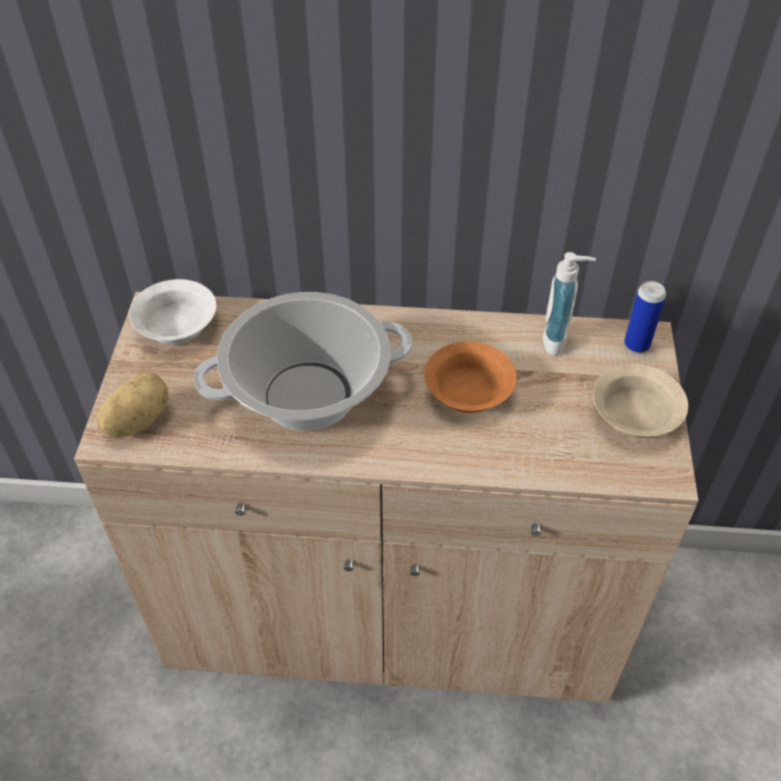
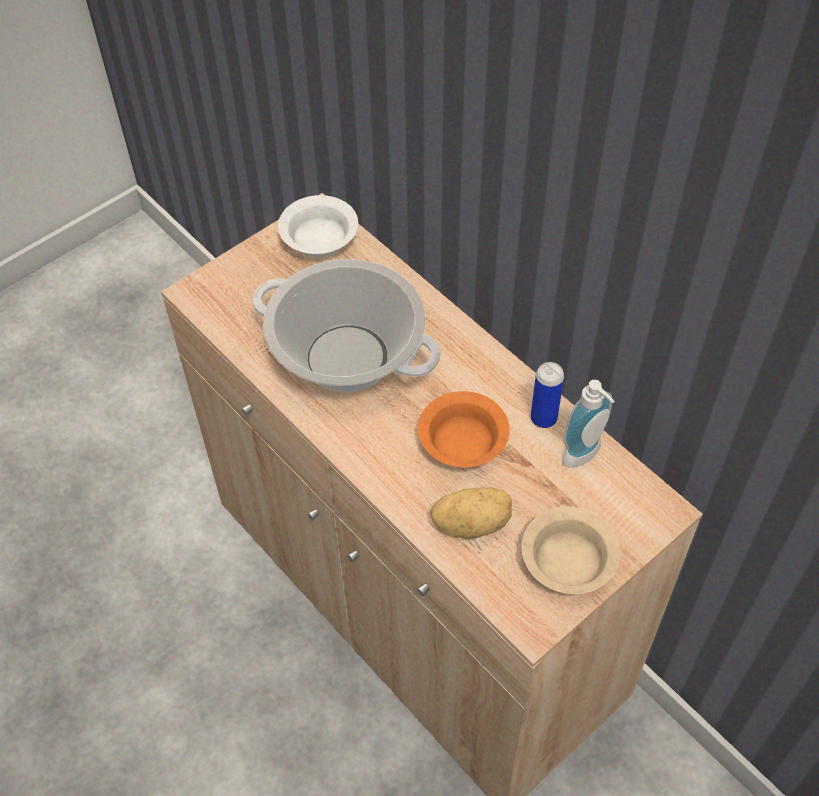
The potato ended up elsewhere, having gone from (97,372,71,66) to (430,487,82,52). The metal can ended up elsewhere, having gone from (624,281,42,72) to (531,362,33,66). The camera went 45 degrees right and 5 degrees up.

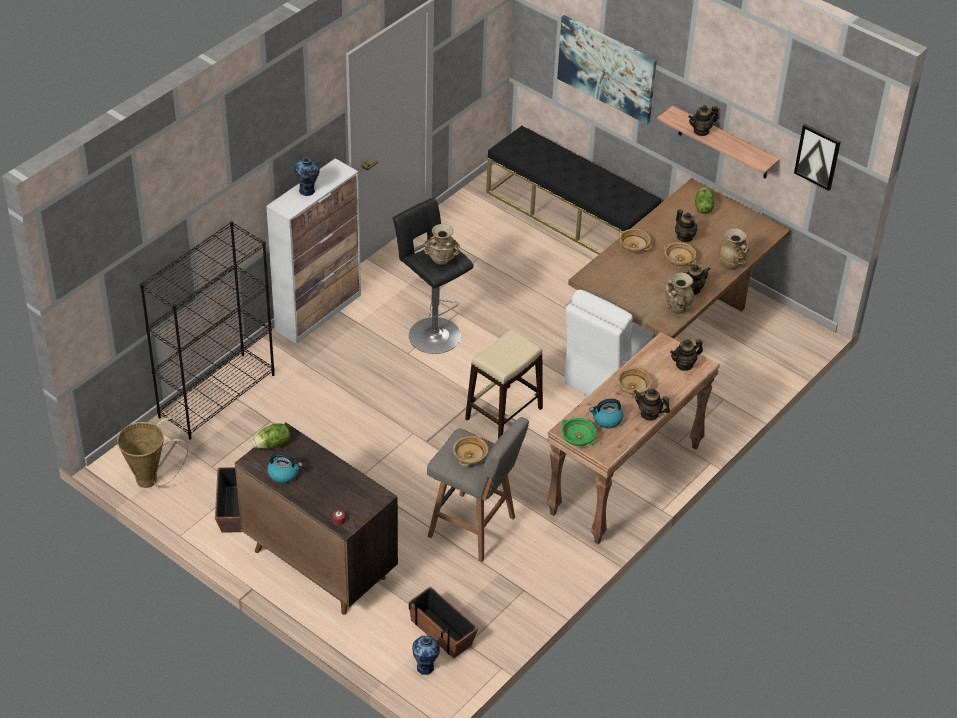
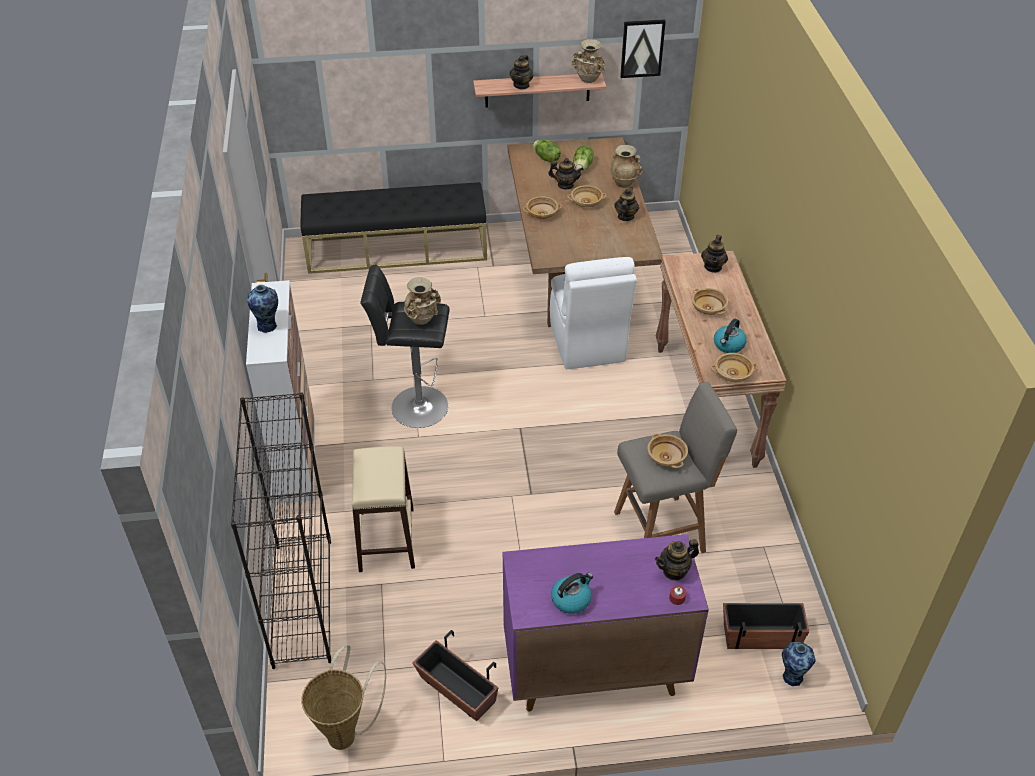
What was the brown-coloured storage cabinet at (235,423,163,192) turned into the purple-coloured storage cabinet at (502,534,207,177). The lettuce head ended up elsewhere, having gone from (252,423,38,26) to (573,146,21,25). The beige stool ended up elsewhere, having gone from (465,329,78,110) to (352,446,63,126). The second view lost the picture at (557,15,100,109). What was the greenish serving bowl at (561,418,36,28) turned into the beige serving bowl at (711,353,47,29). The pot for tea ended up elsewhere, having gone from (634,389,36,32) to (655,539,44,42). The beige decorative vase ended up elsewhere, having gone from (664,273,30,41) to (572,39,33,44). The camera went 45 degrees left and 0 degrees up.

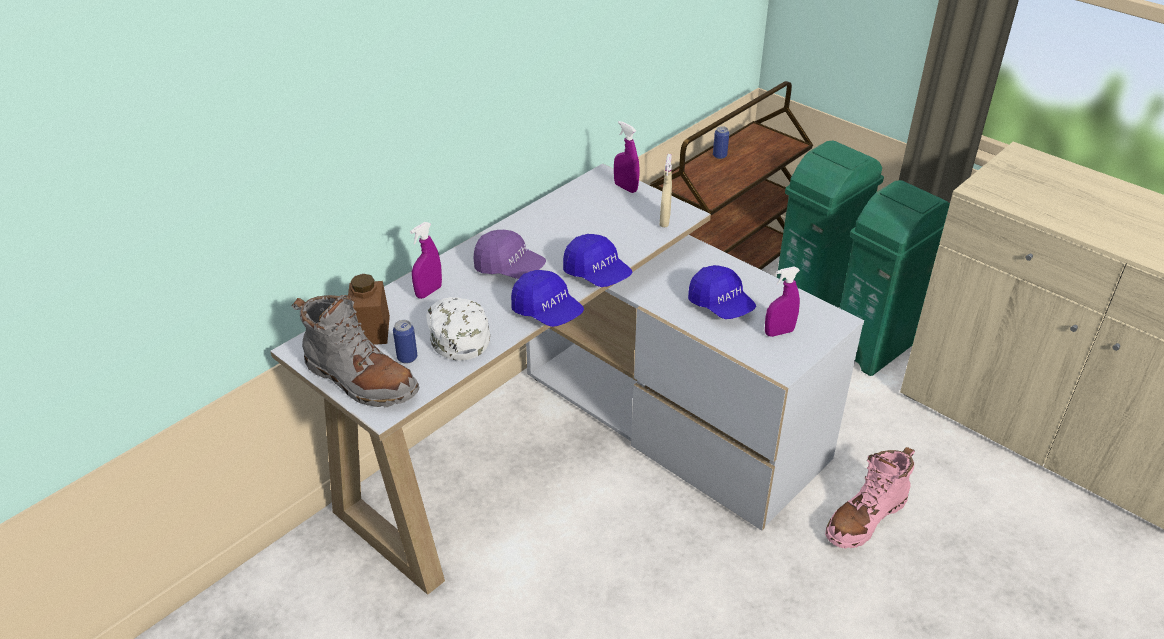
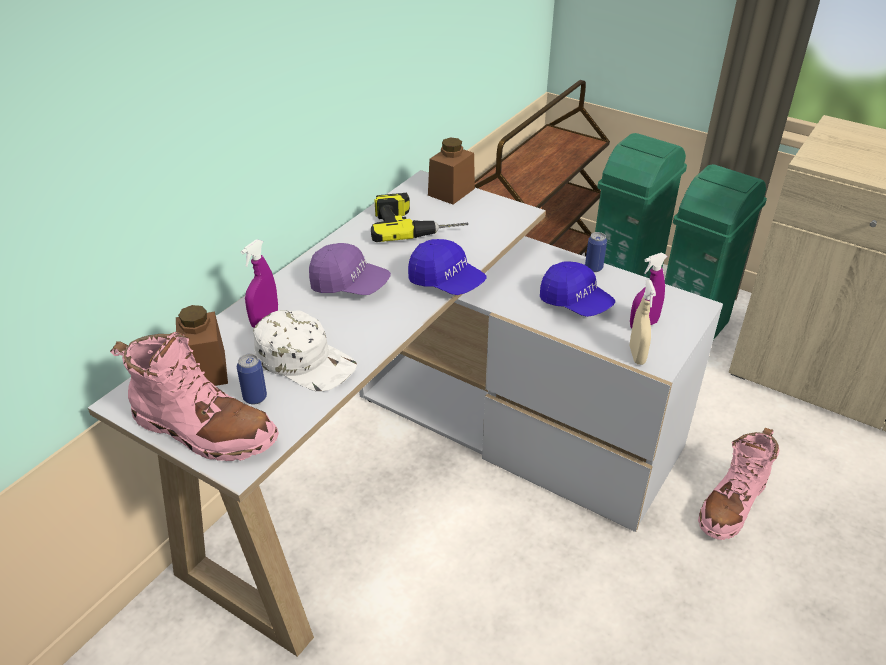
What was the gray tall boot at (291,295,128,112) turned into the pink-coloured tall boot at (110,332,169,129). The white baseball cap at (426,297,64,63) ended up facing another way, 150 degrees clockwise from before. The second view lost the blue-coloured baseball cap at (511,270,73,57). Where the purple-coloured hand sprayer stood at (614,121,25,72), the brown-coloured storage jar came to stand at (428,138,47,66). The beige hand sprayer ended up elsewhere, having gone from (660,154,12,73) to (630,280,26,85). The metal can ended up elsewhere, having gone from (713,126,16,33) to (585,232,22,40). The second view gained the drill at (371,193,98,49). The camera went 10 degrees left and 0 degrees up.

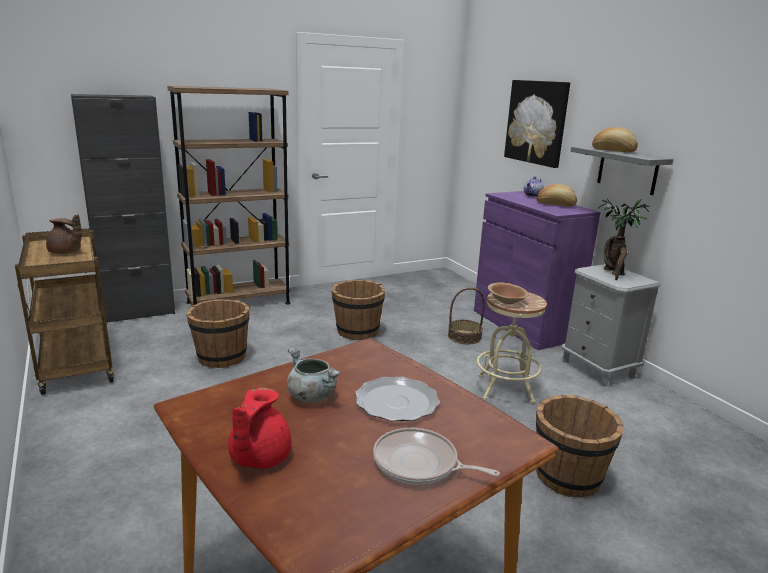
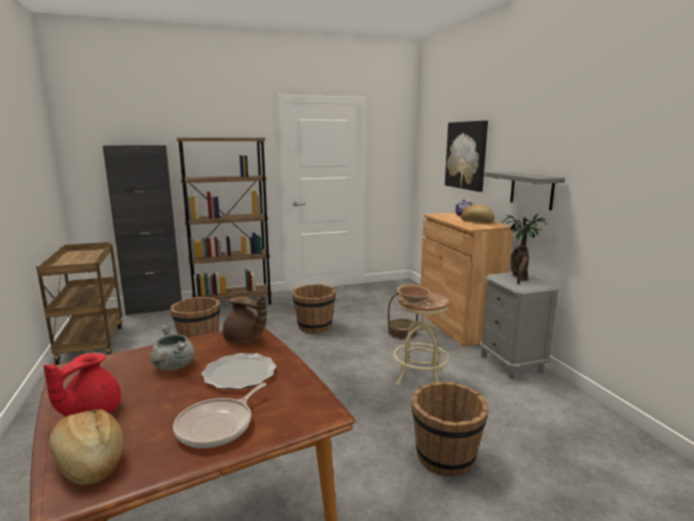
The brown-coloured pot for tea ended up elsewhere, having gone from (46,215,36,39) to (223,294,44,50). The frying pan at (373,428,127,56) ended up facing another way, 90 degrees counterclockwise from before. What was the purple-coloured storage cabinet at (474,191,126,159) turned into the brown-coloured storage cabinet at (421,213,92,133). The baked bread ended up elsewhere, having gone from (592,127,46,26) to (48,409,76,76). The camera went 10 degrees right and 5 degrees down.

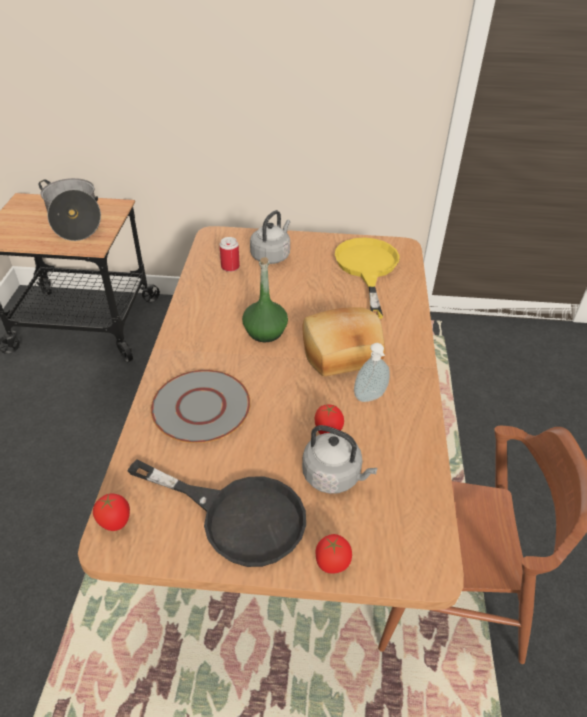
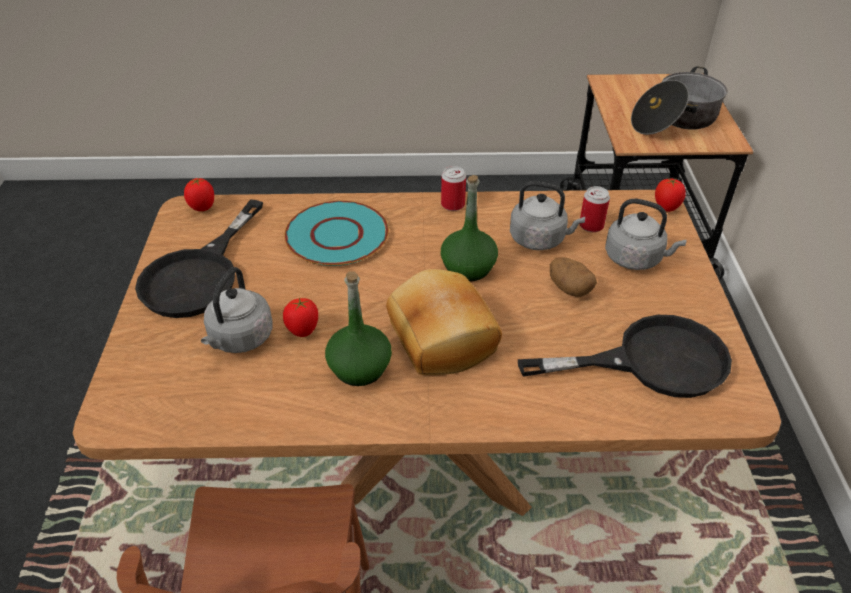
What was the gray dinner plate at (151,370,100,73) turned into the turquoise-coloured dinner plate at (284,201,105,65). The whole tomato ended up elsewhere, having gone from (316,534,36,40) to (655,178,31,34). What was the yellow-coloured frying pan at (335,238,65,81) turned into the blackish frying pan at (518,315,214,83). Where the liquid soap bottle stood at (354,343,36,59), the greenish beverage bottle came to stand at (325,271,67,115). The second view gained the metal can at (441,166,25,45). The second view gained the gray water kettle at (510,181,75,69). The second view gained the potato at (550,257,47,40). The camera went 85 degrees right and 0 degrees up.

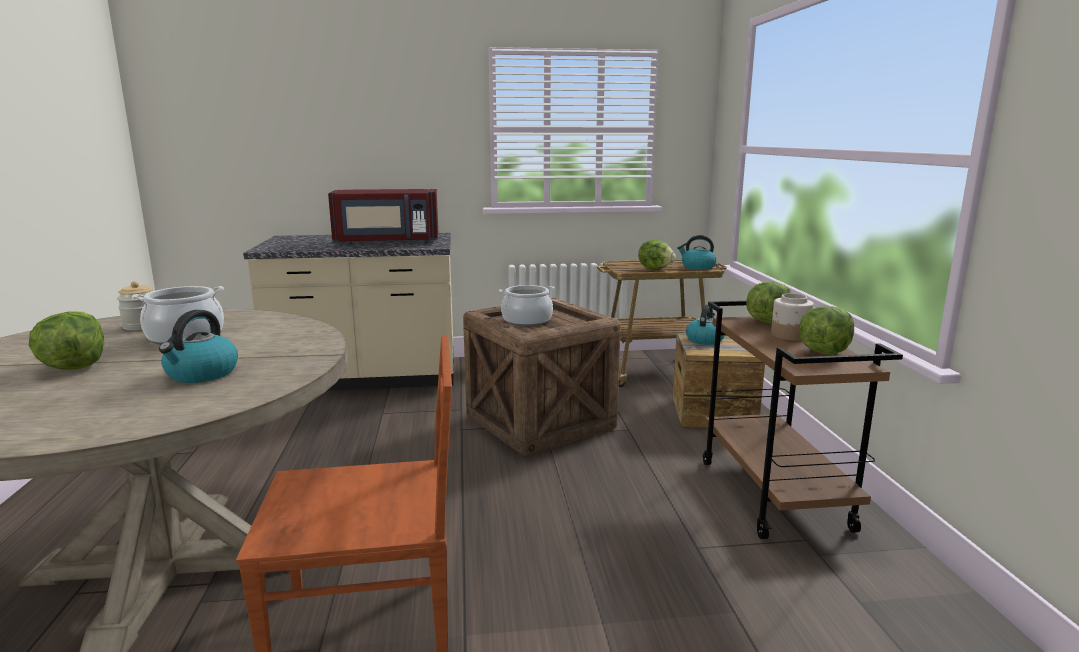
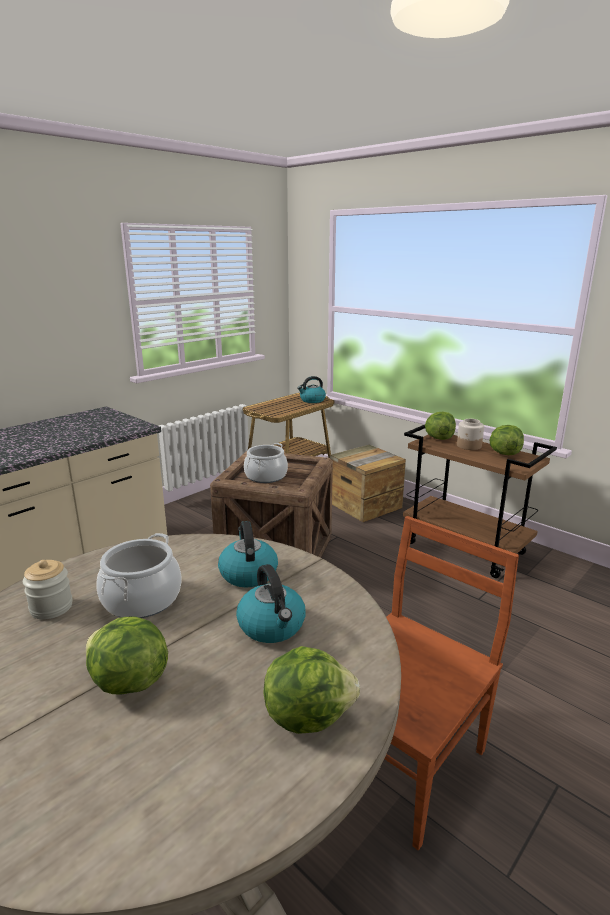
The second view lost the reddish microwave oven at (328,189,111,56). The lettuce head ended up elsewhere, having gone from (638,240,38,29) to (263,646,97,88). The water kettle ended up elsewhere, having gone from (686,305,39,40) to (218,521,60,67). The camera went 40 degrees left and 5 degrees up.

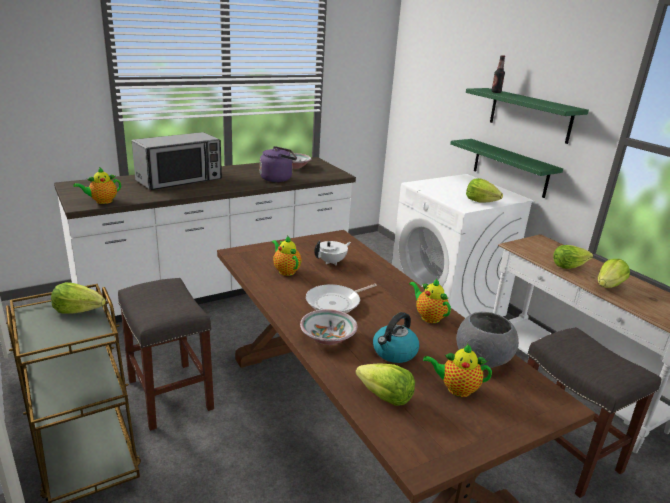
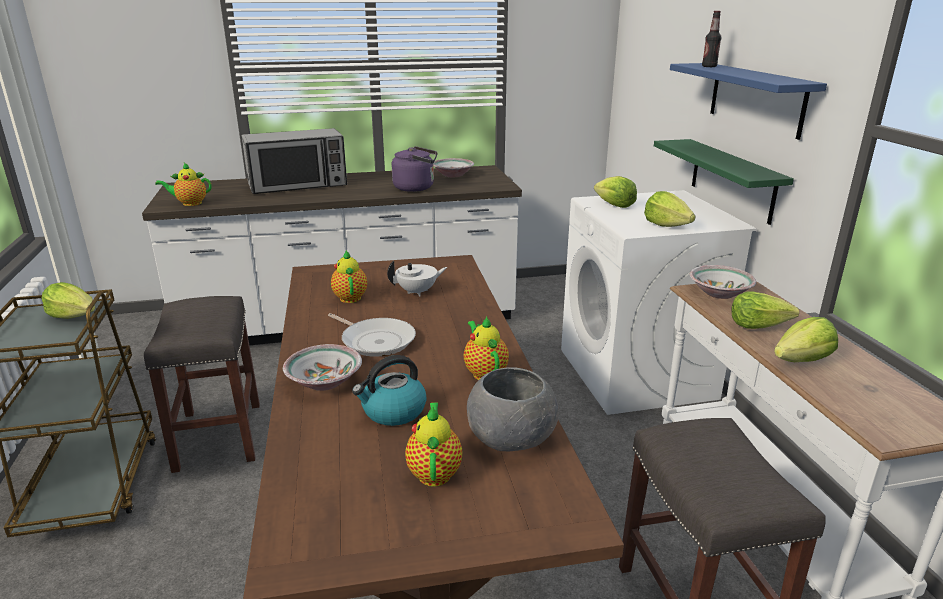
The frying pan at (306,284,71,29) ended up facing another way, 120 degrees counterclockwise from before. The lettuce head ended up elsewhere, having gone from (355,363,60,43) to (594,176,43,32). The pot for tea at (423,344,69,53) ended up facing another way, 60 degrees clockwise from before. What was the greenish wall shelf at (466,88,123,56) turned into the blue-coloured wall shelf at (670,63,157,77). The second view gained the serving bowl at (690,265,66,34). The camera went 20 degrees right and 0 degrees up.

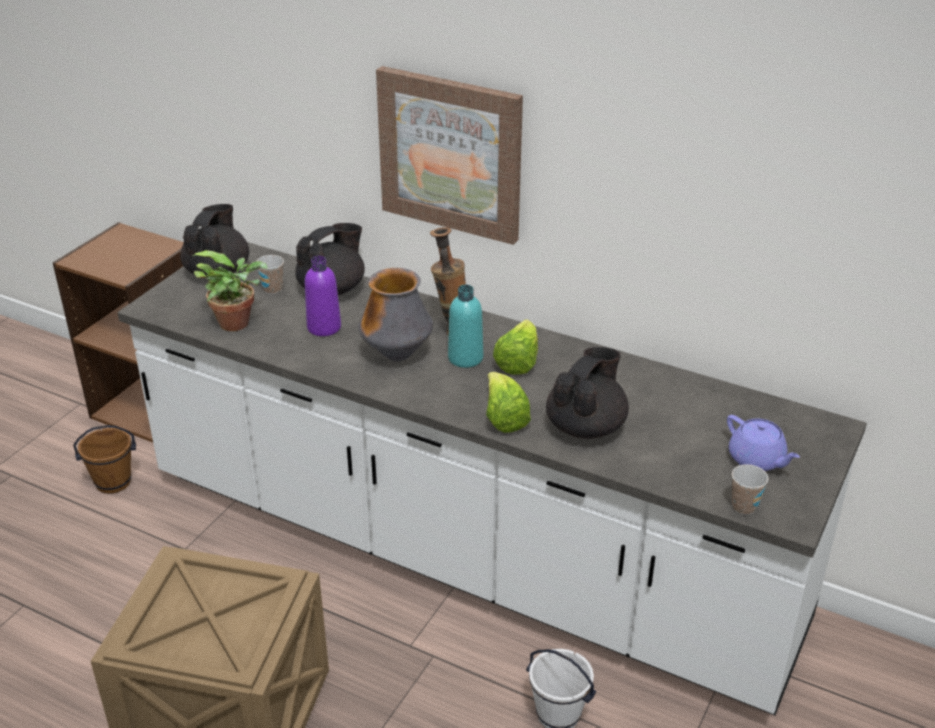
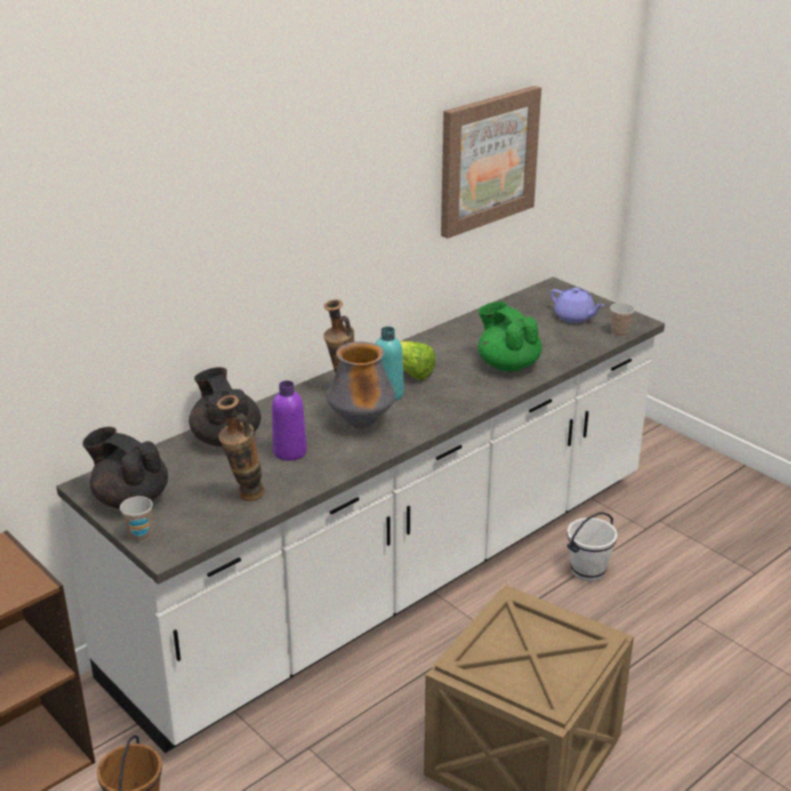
Where the plant in a pot stood at (193,250,75,81), the decorative vase came to stand at (217,395,47,106). The drinking cup ended up elsewhere, having gone from (257,255,27,39) to (120,496,33,46). The picture ended up elsewhere, having gone from (376,66,147,179) to (441,86,101,153). The second view lost the lettuce head at (486,372,45,61). What was the blackish pot for tea at (546,347,83,92) turned into the greenish pot for tea at (478,302,64,69). The purple-coloured pot for tea at (727,415,73,56) ended up facing another way, 60 degrees clockwise from before. The camera went 70 degrees left and 5 degrees down.

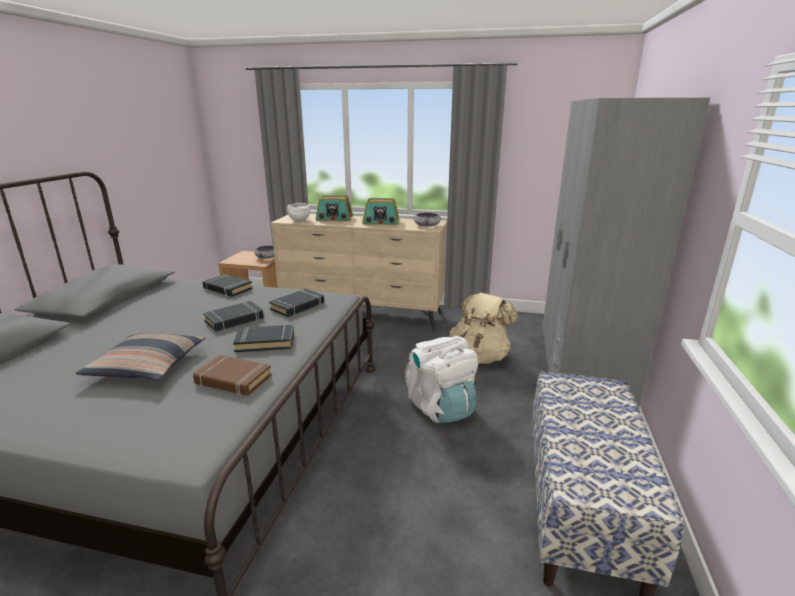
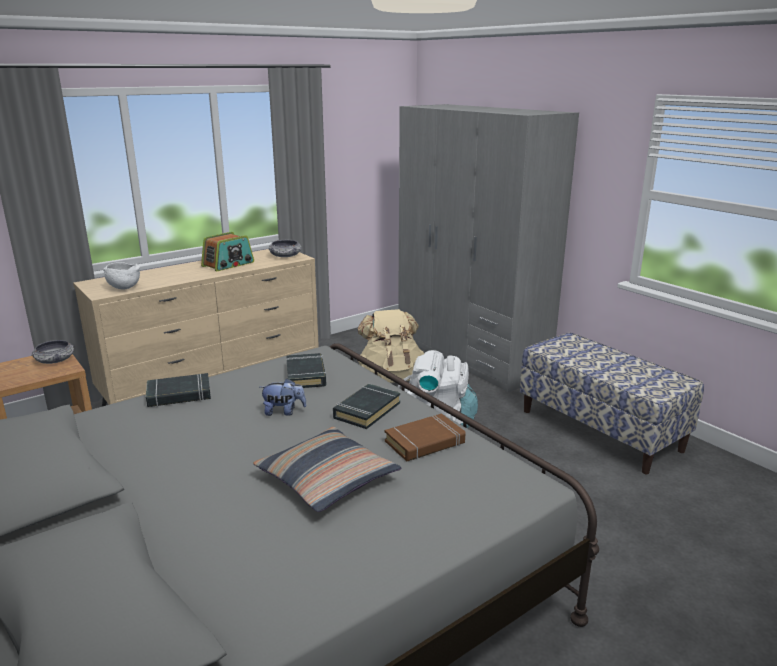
Where the blackish volume stood at (203,301,61,31), the cuddly toy came to stand at (260,378,47,38). The second view lost the radio receiver at (316,195,37,26). The camera went 50 degrees left and 0 degrees up.

